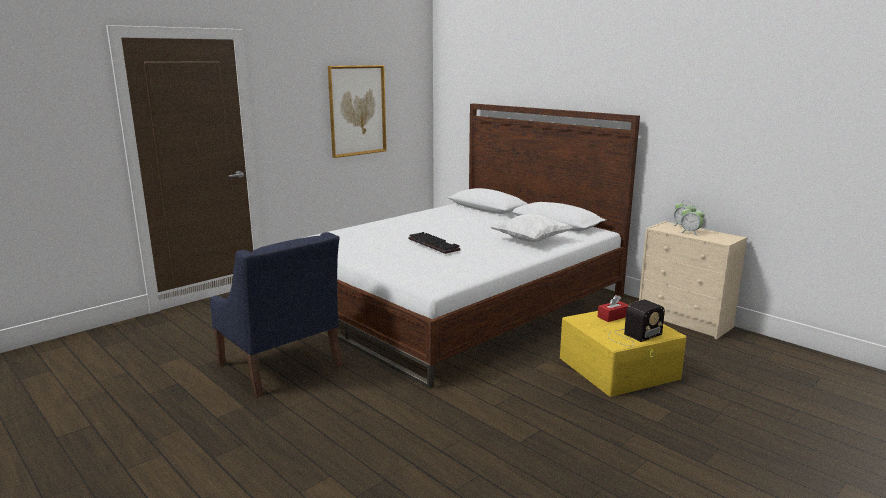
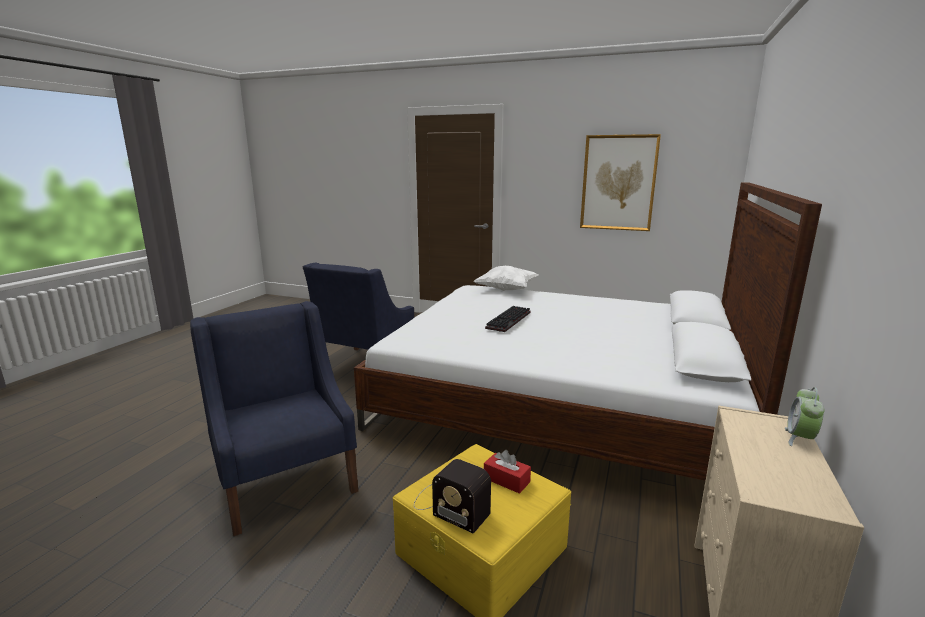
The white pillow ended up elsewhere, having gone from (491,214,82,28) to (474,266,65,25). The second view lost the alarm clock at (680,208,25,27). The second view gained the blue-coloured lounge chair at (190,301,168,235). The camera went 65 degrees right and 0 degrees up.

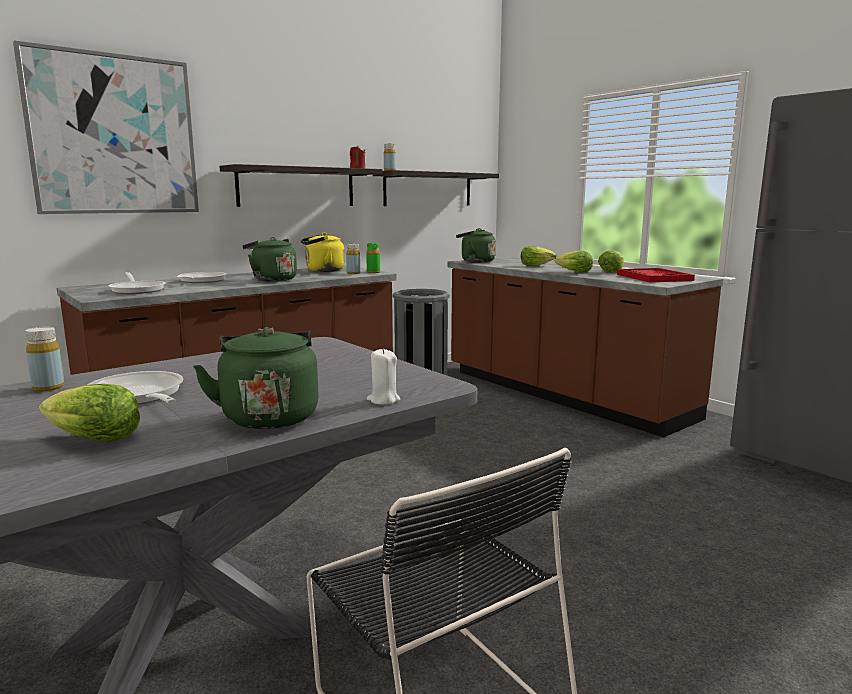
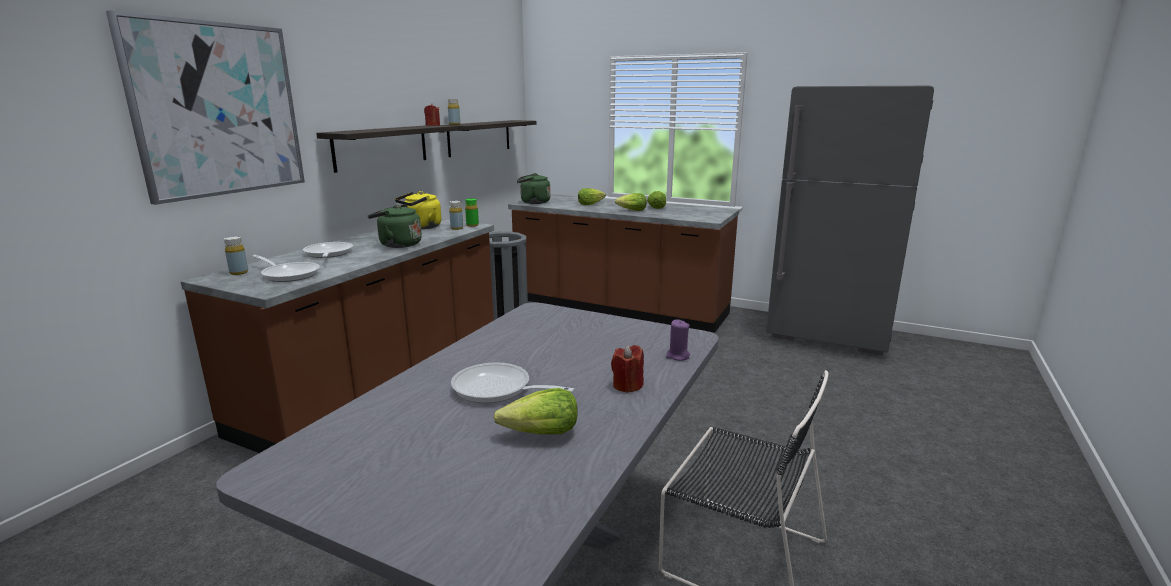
The yellow-coloured beverage bottle ended up elsewhere, having gone from (25,327,39,65) to (224,236,24,39). Where the greenish water kettle stood at (193,327,126,102), the reddish wax light came to stand at (611,345,33,48). What was the white wax light at (367,349,33,56) turned into the purple-coloured wax light at (666,320,24,41). The second view lost the reddish serving tray at (617,268,78,14). The camera went 25 degrees left and 5 degrees up.

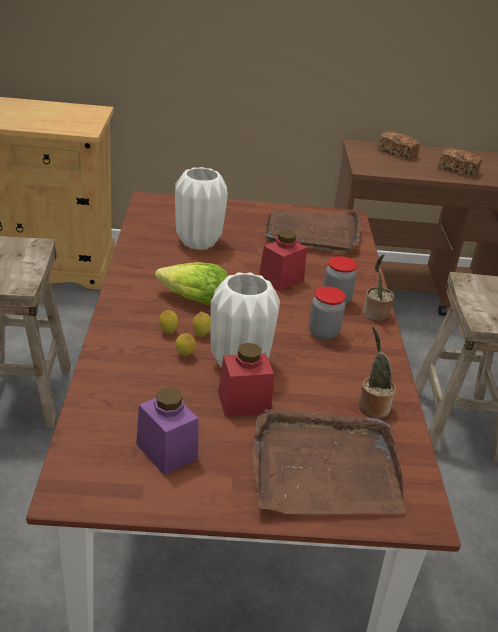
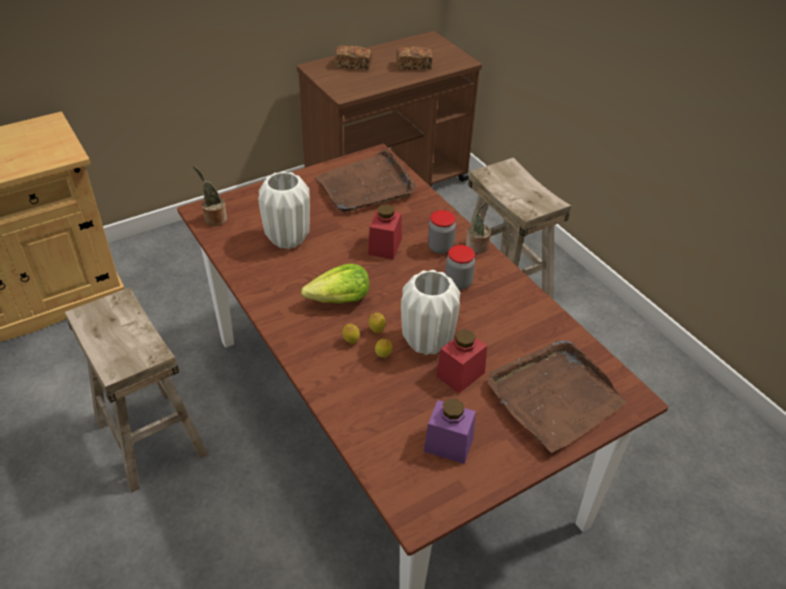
The plant in a pot ended up elsewhere, having gone from (359,326,37,92) to (193,166,34,60). The camera went 30 degrees left and 10 degrees up.

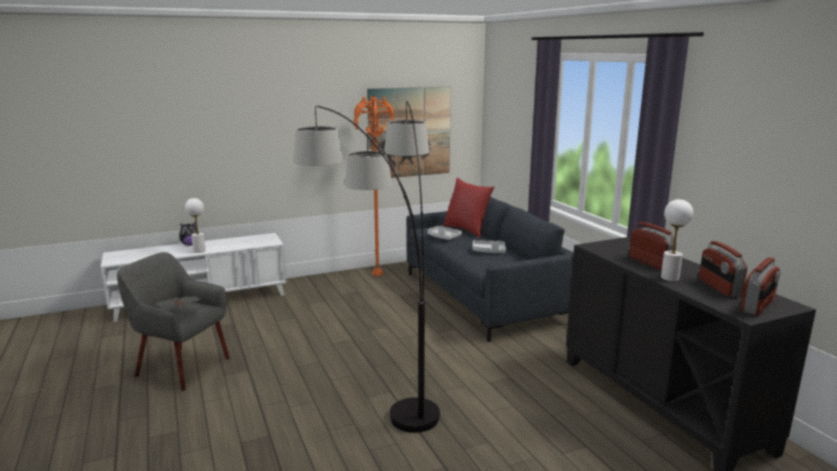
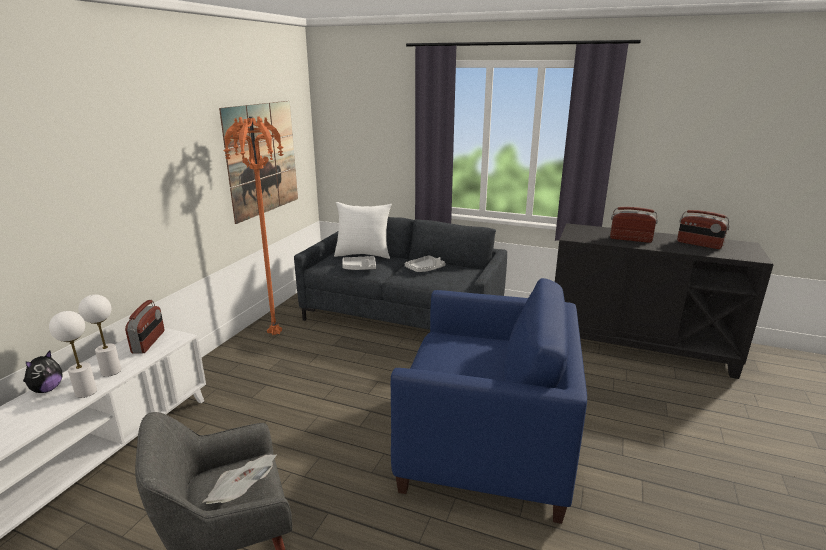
Where the standard lamp stood at (293,101,147,332), the blue-coloured lounge chair came to stand at (391,278,196,246). What was the reddish pillow at (443,178,51,60) turned into the white pillow at (334,202,58,57). The white lamp for a table ended up elsewhere, having gone from (661,199,32,82) to (78,295,43,82). The radio receiver ended up elsewhere, having gone from (741,257,39,59) to (125,300,39,54). The camera went 45 degrees left and 5 degrees up.

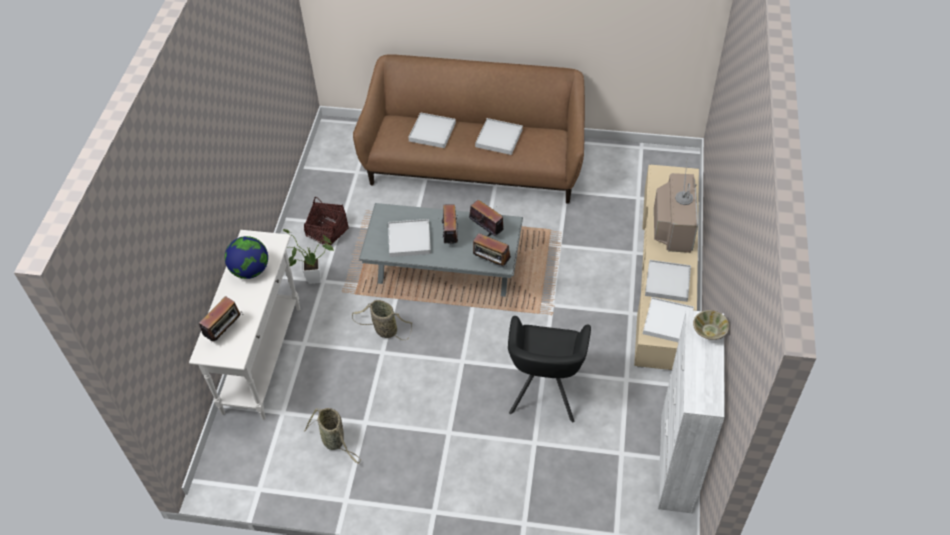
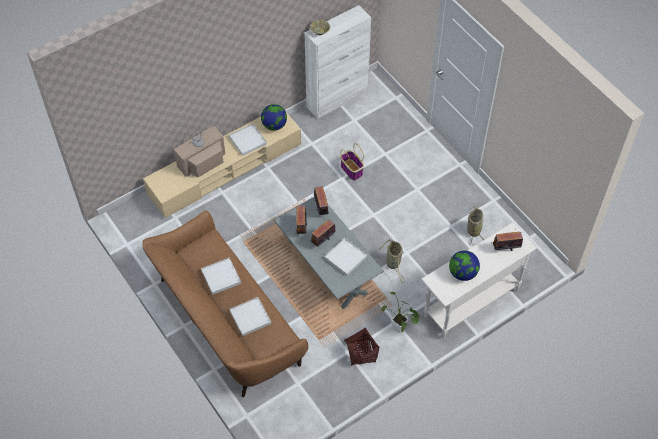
Where the blackish lounge chair stood at (508,316,83,106), the household basket came to stand at (340,143,24,38). Where the white serving tray stood at (643,297,51,45), the desk globe came to stand at (261,104,26,27). The camera went 135 degrees left and 5 degrees up.

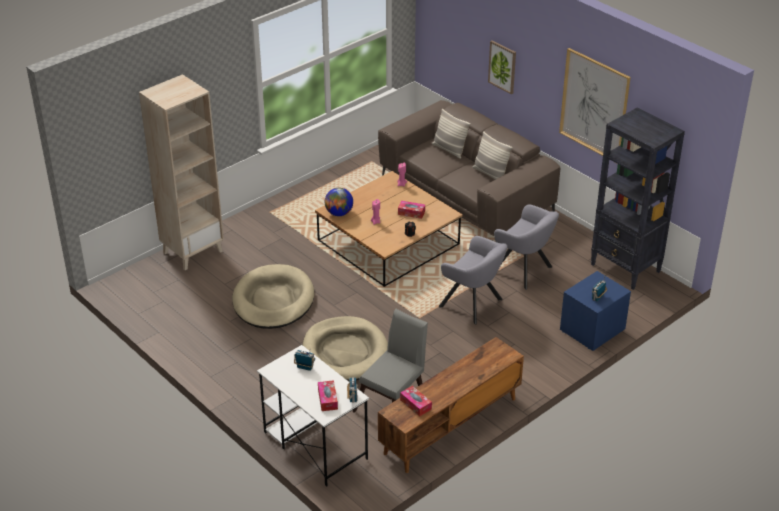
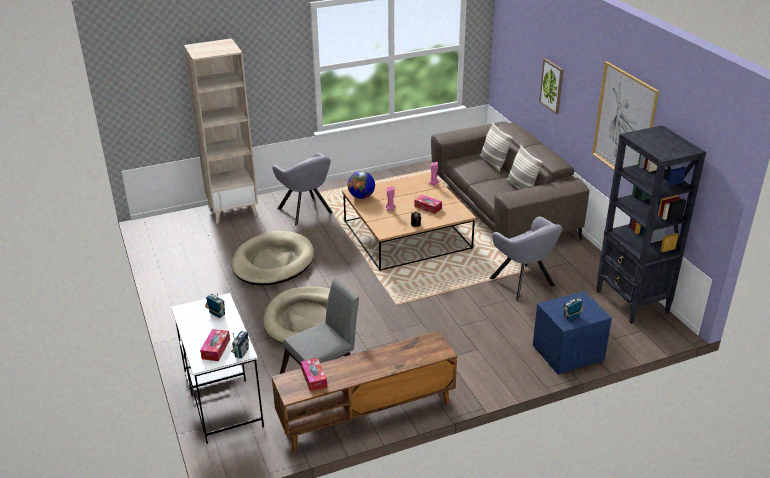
The gray lounge chair ended up elsewhere, having gone from (439,236,69,88) to (272,152,61,73). The camera went 20 degrees right and 5 degrees down.

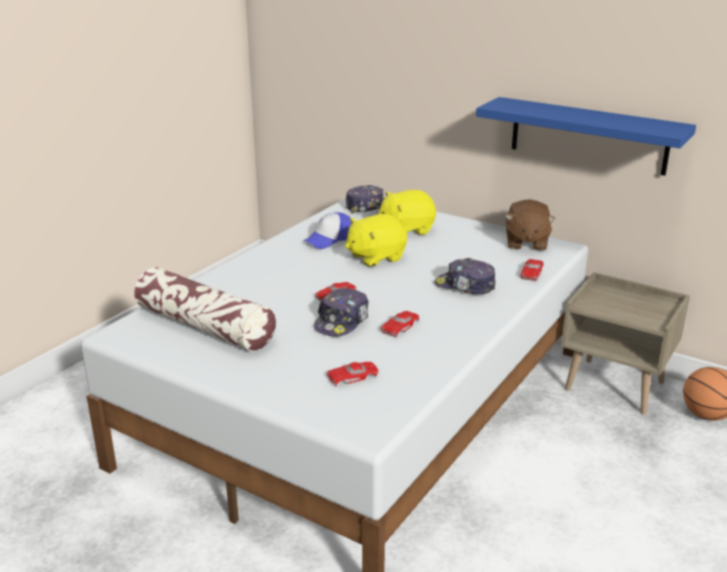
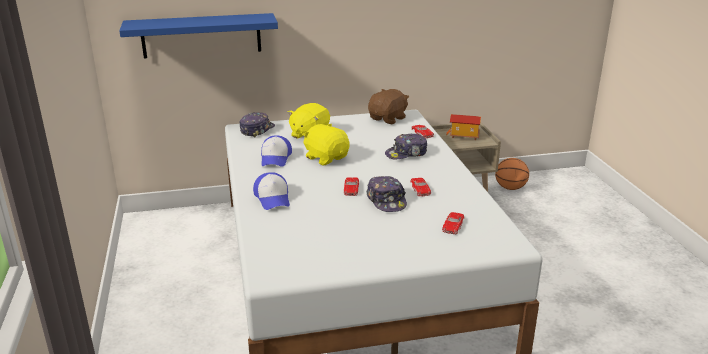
The second view lost the pillow at (135,267,141,85). The yellow-coloured cuddly toy at (345,214,62,53) ended up facing another way, 120 degrees clockwise from before. The blue-coloured wall shelf ended up elsewhere, having gone from (476,97,220,78) to (119,13,159,45). The brown-coloured cuddly toy at (505,199,50,52) ended up facing another way, 105 degrees counterclockwise from before. The second view gained the baseball cap at (253,172,37,38). The second view gained the model house at (446,114,35,26). The camera went 45 degrees left and 0 degrees up.

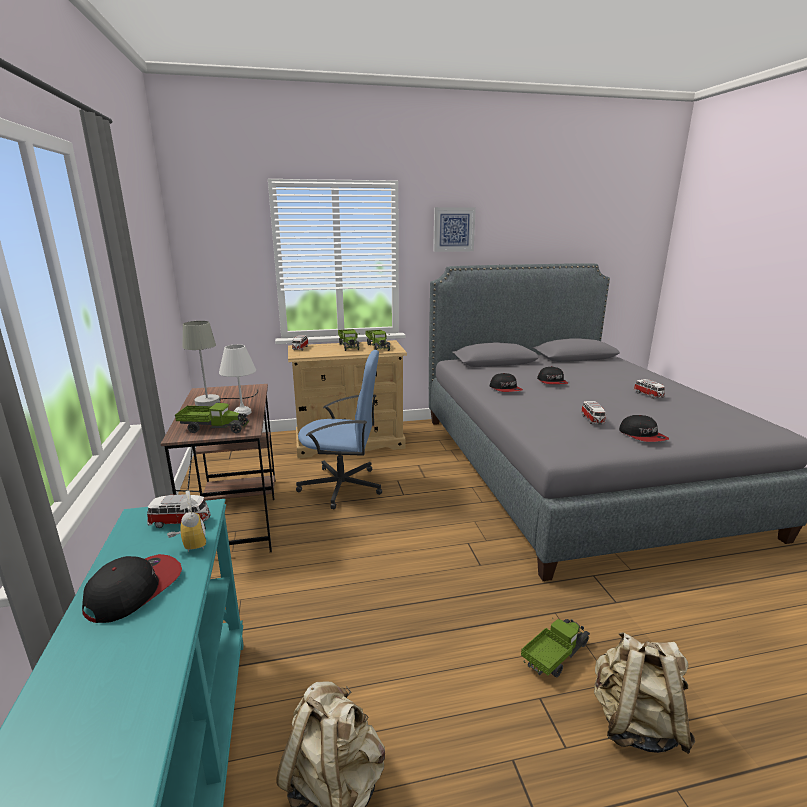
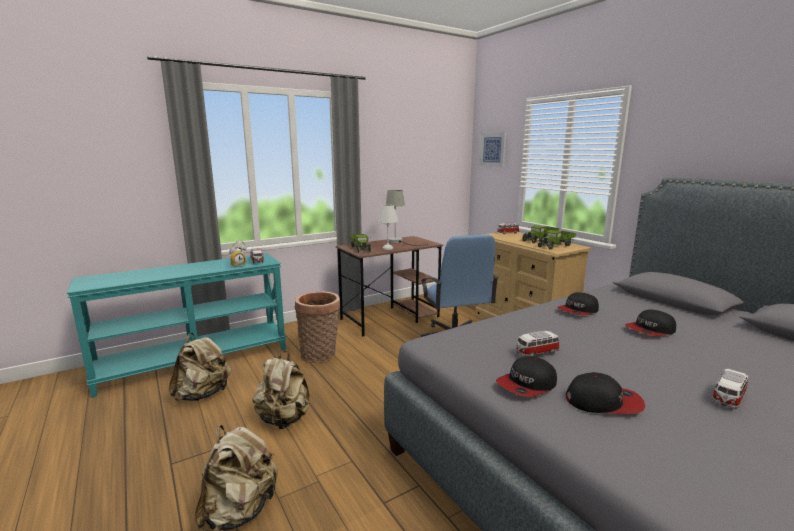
The baseball cap ended up elsewhere, having gone from (82,554,100,69) to (566,372,79,42). The picture ended up elsewhere, having gone from (433,207,43,45) to (479,132,28,35). The second view lost the toy truck at (521,618,69,59). The second view gained the beige backpack at (253,351,56,78). The second view gained the household basket at (295,291,45,72). The camera went 70 degrees right and 5 degrees down.

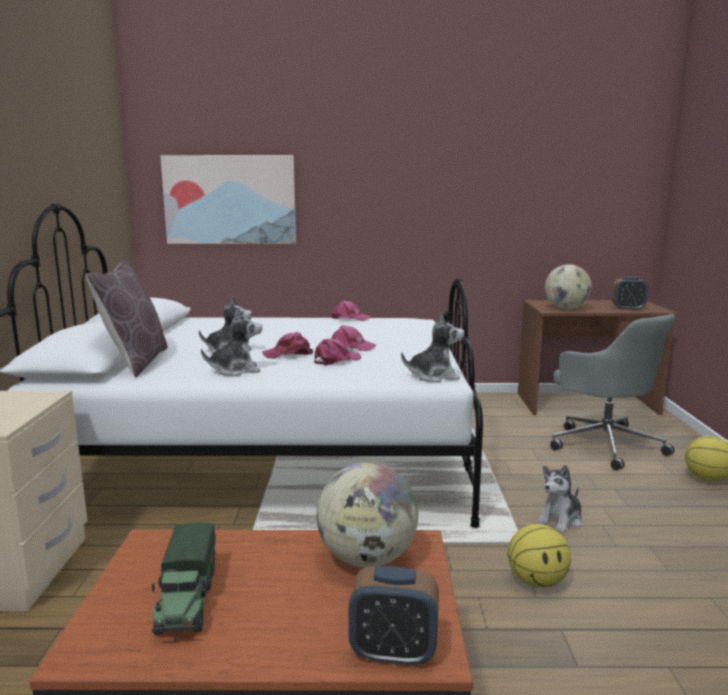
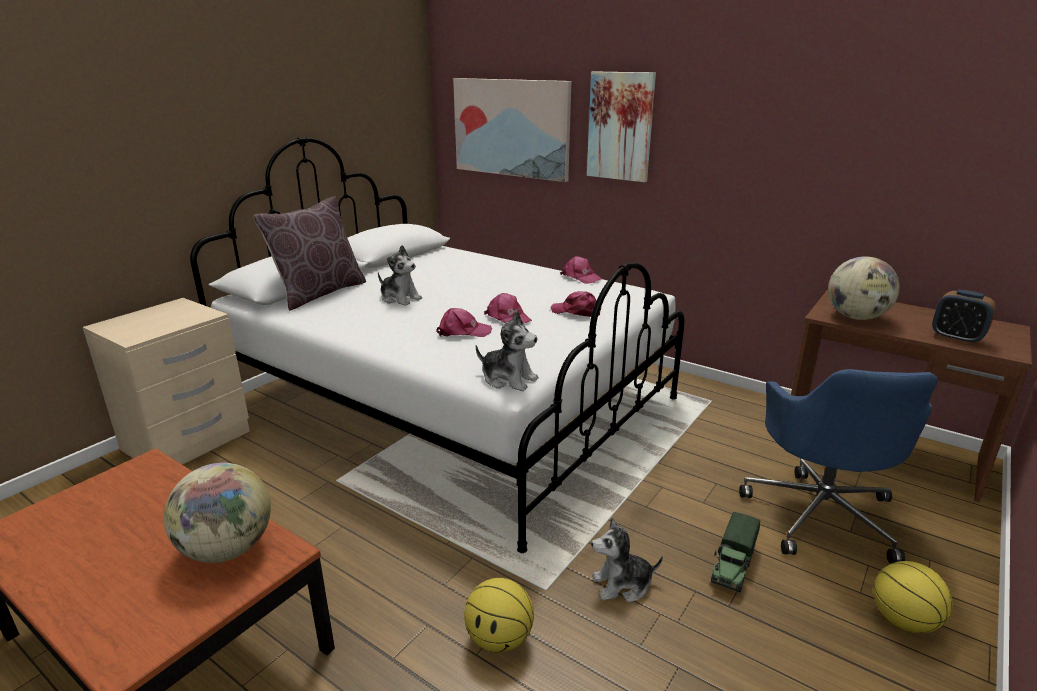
The toy truck ended up elsewhere, having gone from (152,522,64,113) to (711,512,49,80). The second view lost the cuddly toy at (201,308,61,68). The pink-coloured baseball cap ended up elsewhere, having gone from (262,332,51,26) to (550,291,51,26). The second view lost the alarm clock at (348,566,91,101). What was the gray office chair at (550,314,126,156) turned into the blue-coloured office chair at (739,369,199,195). The second view gained the picture at (587,72,69,110). The camera went 35 degrees right and 10 degrees up.

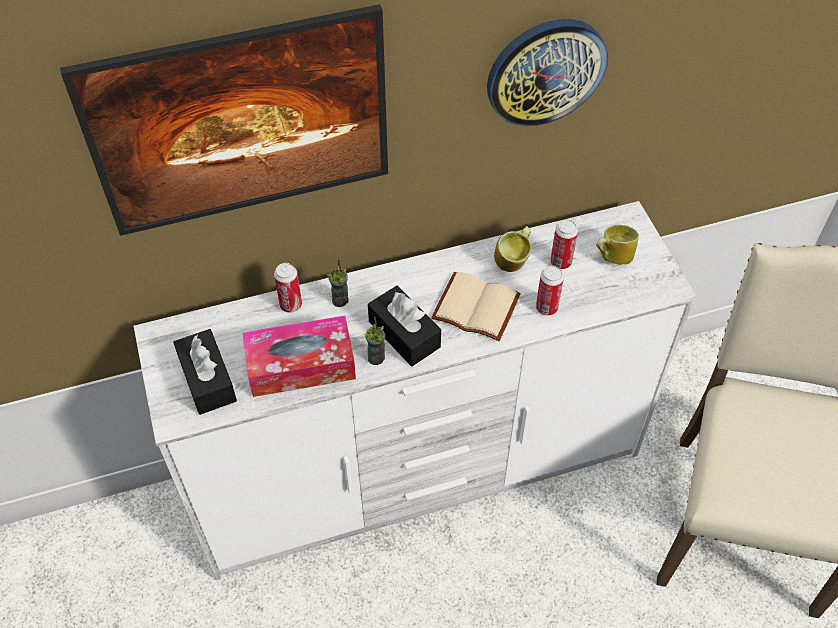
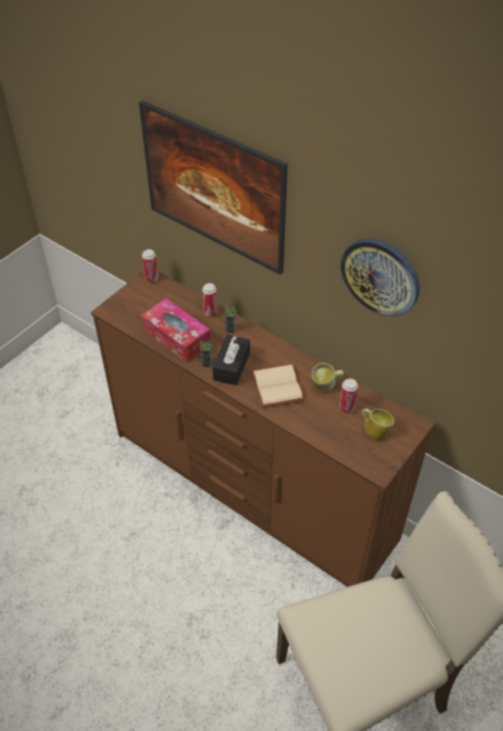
What was the white drawer chest at (134,201,563,379) turned into the brown-coloured drawer chest at (91,270,344,317). The second view lost the blackish tissue box at (173,329,64,86). The metal can ended up elsewhere, having gone from (536,266,28,49) to (142,249,16,33). The camera went 55 degrees right and 5 degrees down.

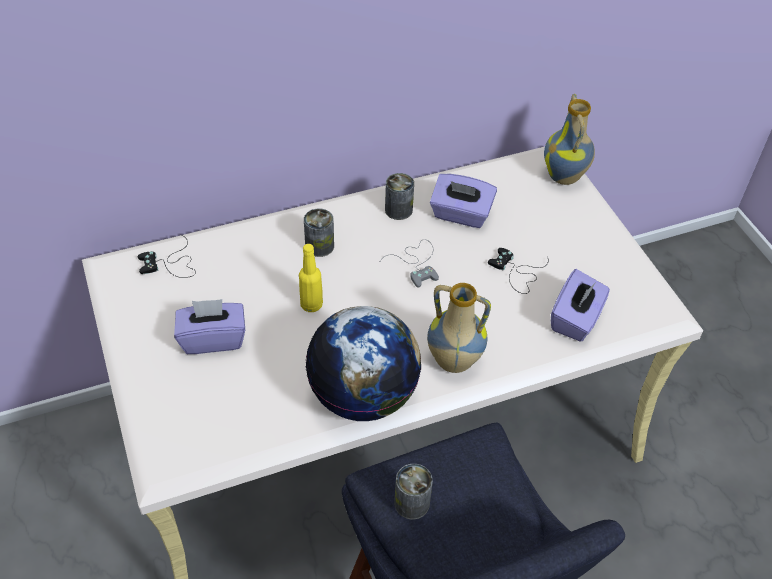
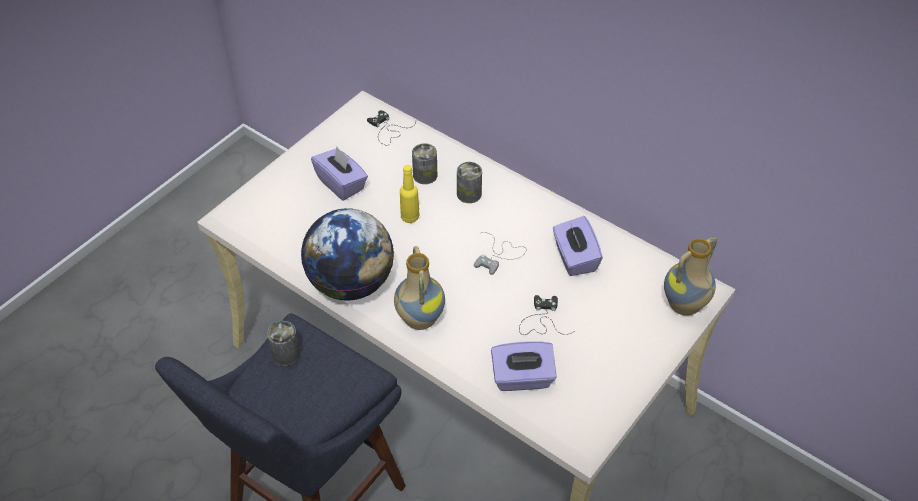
The metal can ended up elsewhere, having gone from (385,173,29,47) to (412,143,25,41). The camera went 60 degrees right and 0 degrees up.

